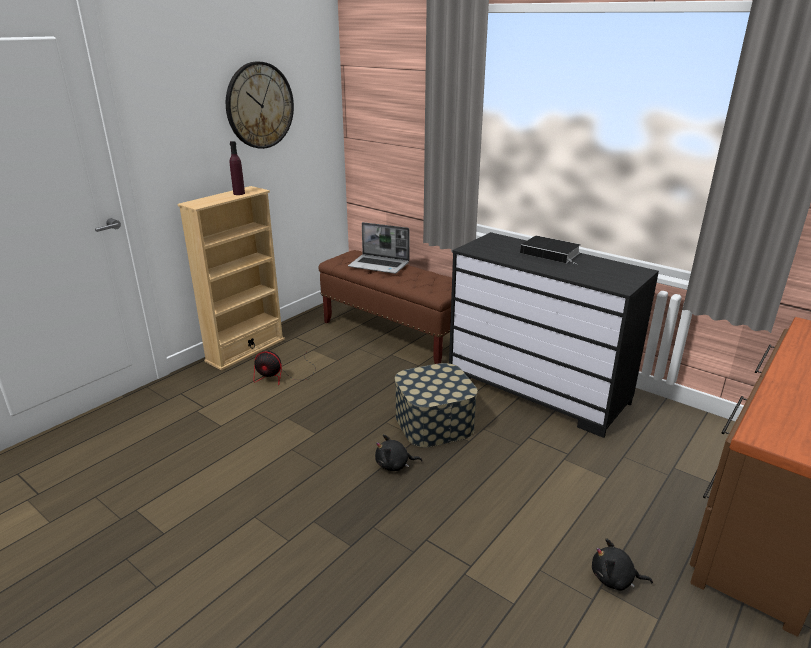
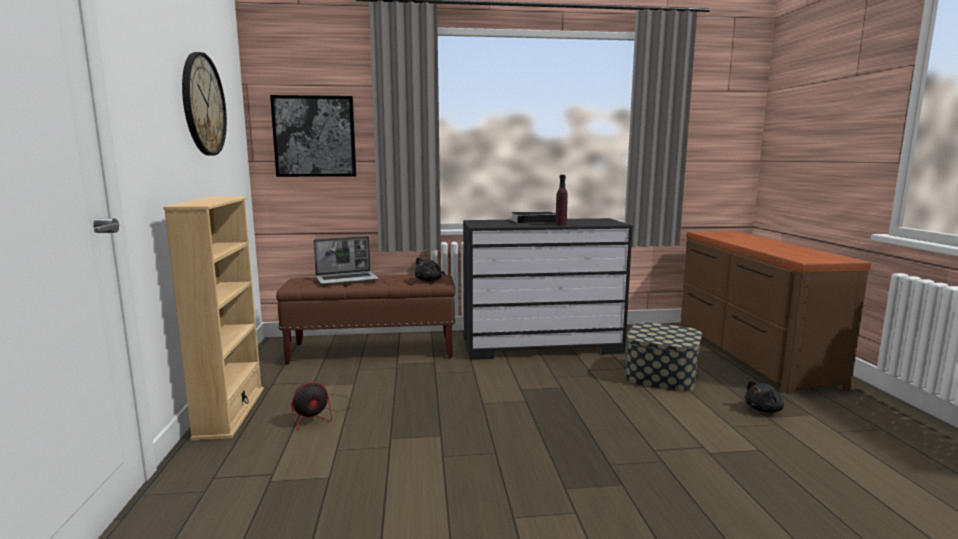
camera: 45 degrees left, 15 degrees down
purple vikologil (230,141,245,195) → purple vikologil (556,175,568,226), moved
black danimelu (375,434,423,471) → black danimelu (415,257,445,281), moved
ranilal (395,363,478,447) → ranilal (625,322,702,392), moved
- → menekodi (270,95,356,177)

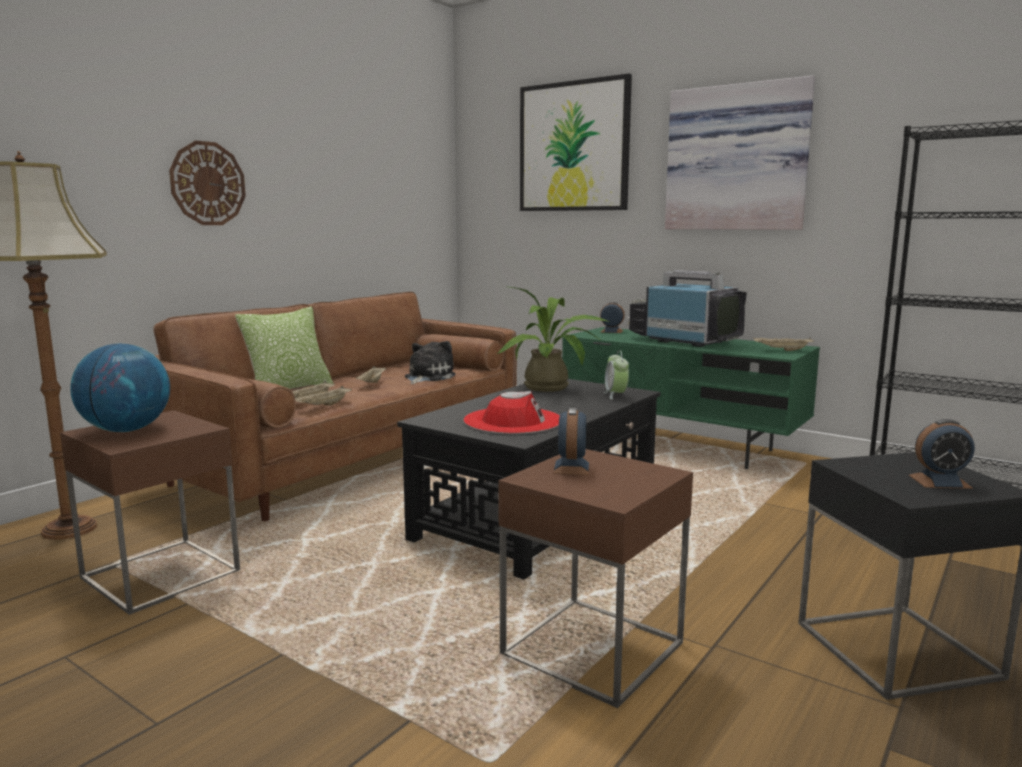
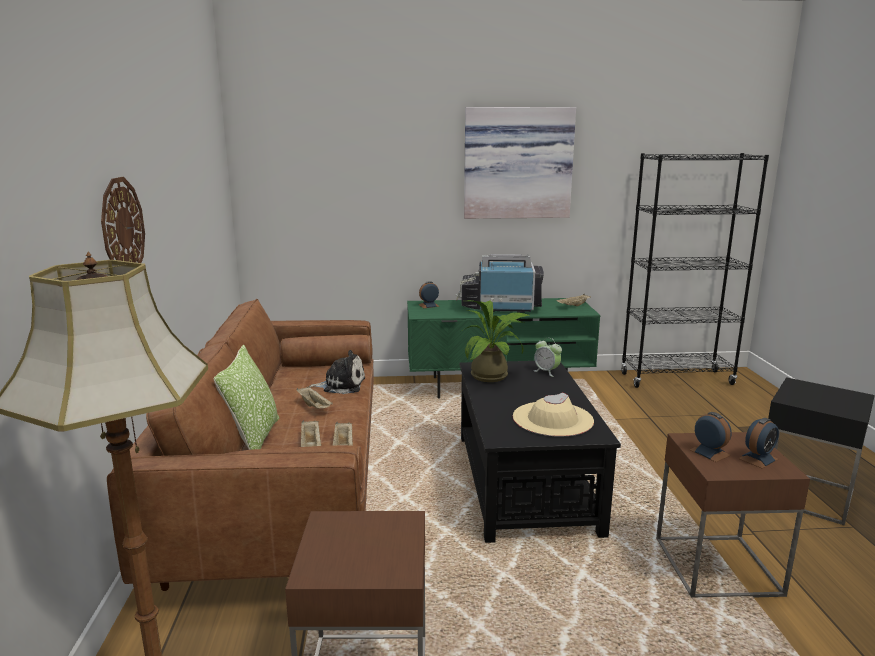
camera: 40 degrees left, 5 degrees up
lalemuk (70,344,170,432) → -
danimelu (405,341,456,384) → danimelu (309,350,365,394), 105 degrees clockwise
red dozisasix (463,391,560,434) → beige dozisasix (513,392,594,437)
menekodi (520,74,632,211) → -
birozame (909,419,975,489) → birozame (739,418,779,469), moved

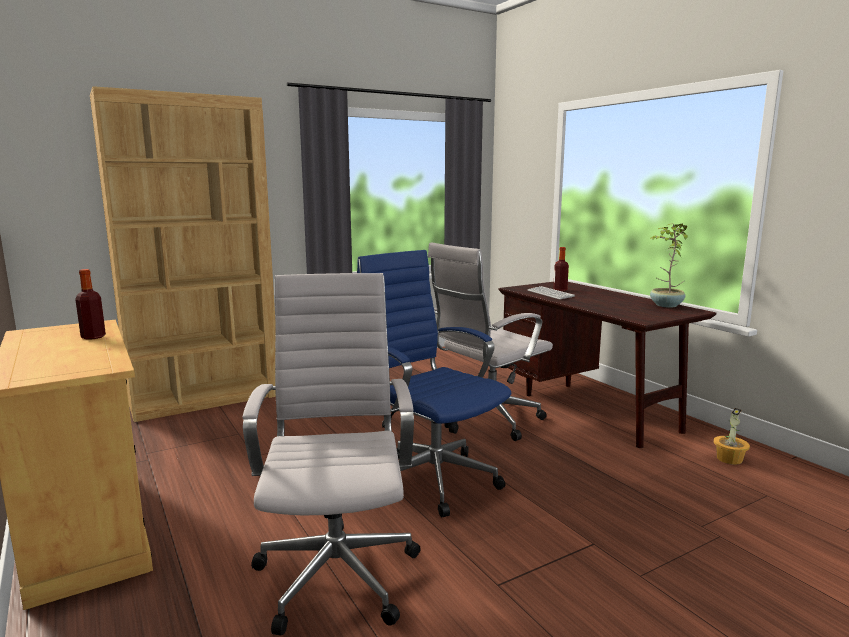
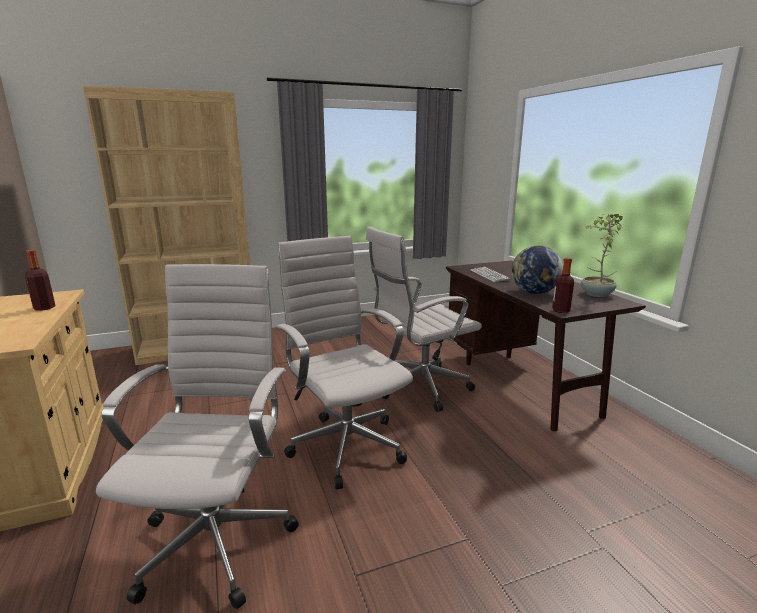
camera: 10 degrees right, 5 degrees up
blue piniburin (357,250,511,517) → white piniburin (276,236,413,489)
vikologil (553,247,569,291) → vikologil (552,258,574,313), moved
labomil (714,408,750,465) → -
- → lalemuk (512,246,563,294)

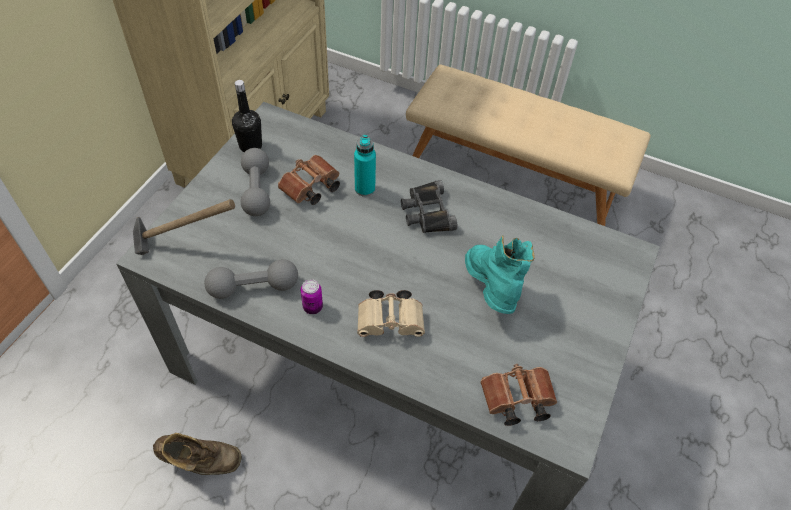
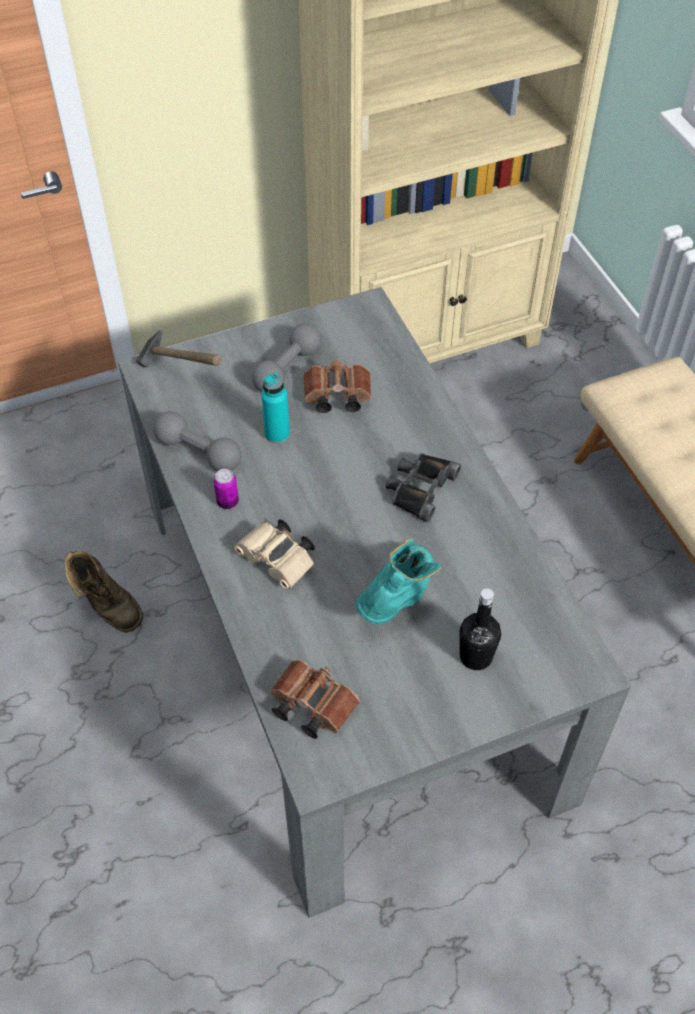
camera: 45 degrees right, 0 degrees up
black vikologil (232,80,262,152) → black vikologil (459,589,501,670), moved
turquoise vikologil (354,135,376,197) → turquoise vikologil (261,372,290,444), moved

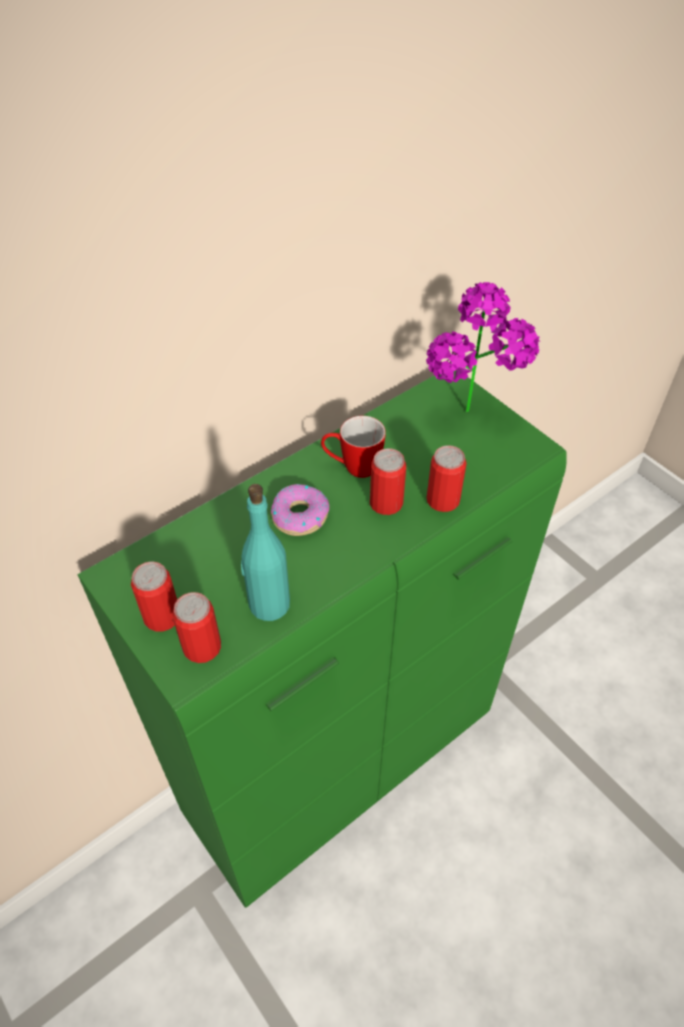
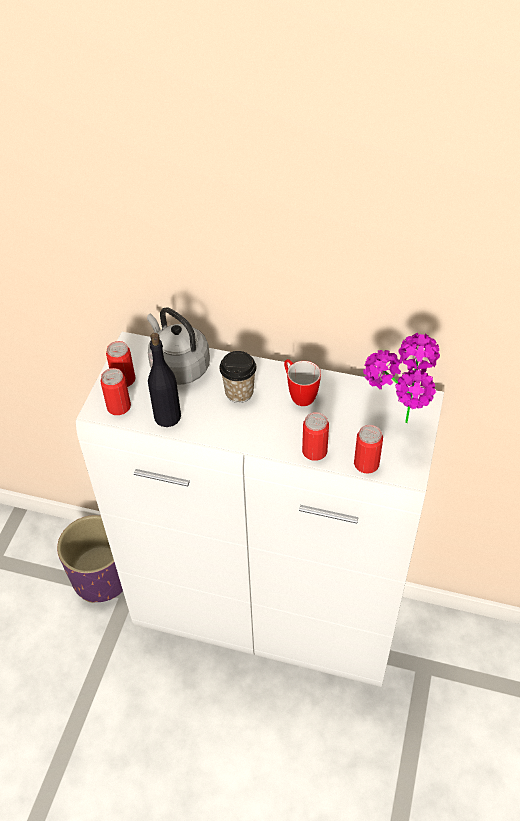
camera: 55 degrees right, 0 degrees up
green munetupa (77,371,567,908) → white munetupa (76,332,444,687)
turquoise vikologil (241,484,290,621) → black vikologil (148,333,181,427)
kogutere (271,484,329,536) → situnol (219,351,257,403)
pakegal (370,448,406,515) → pakegal (354,425,383,474), moved
- → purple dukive (57,515,123,603)
- → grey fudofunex (147,307,210,385)

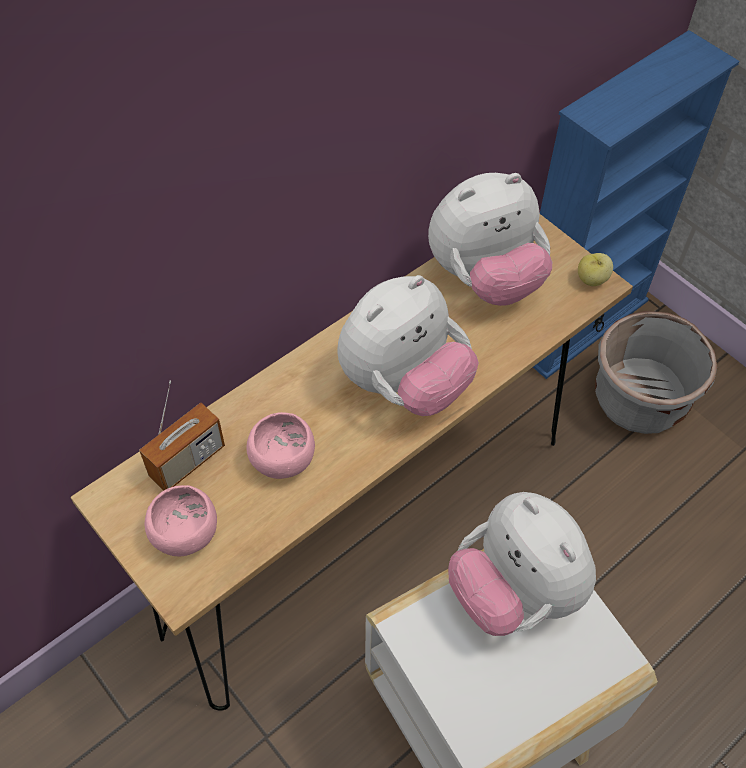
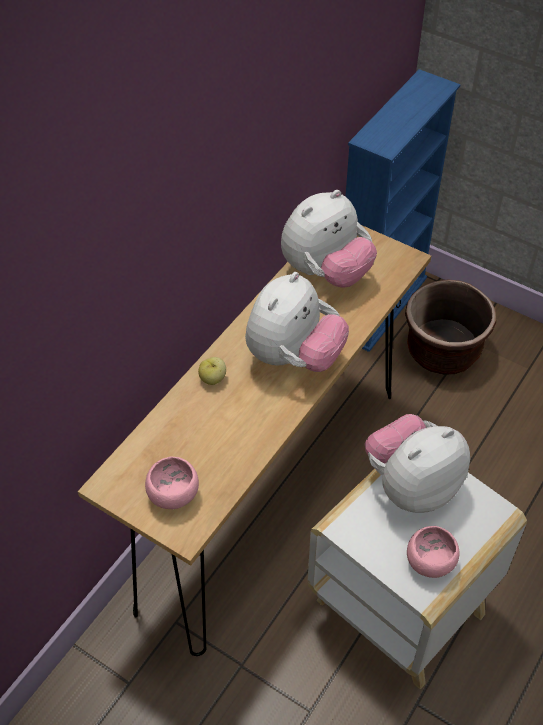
camera: 15 degrees left, 5 degrees down
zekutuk (139,380,225,491) → -
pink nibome (247,412,315,479) → pink nibome (407,526,459,578), moved
danimelu (448,492,596,636) → danimelu (365,414,470,513), 105 degrees clockwise
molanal (578,253,613,286) → molanal (198,357,226,385), moved
grey dukive (595,311,717,434) → brown dukive (405,279,496,375)

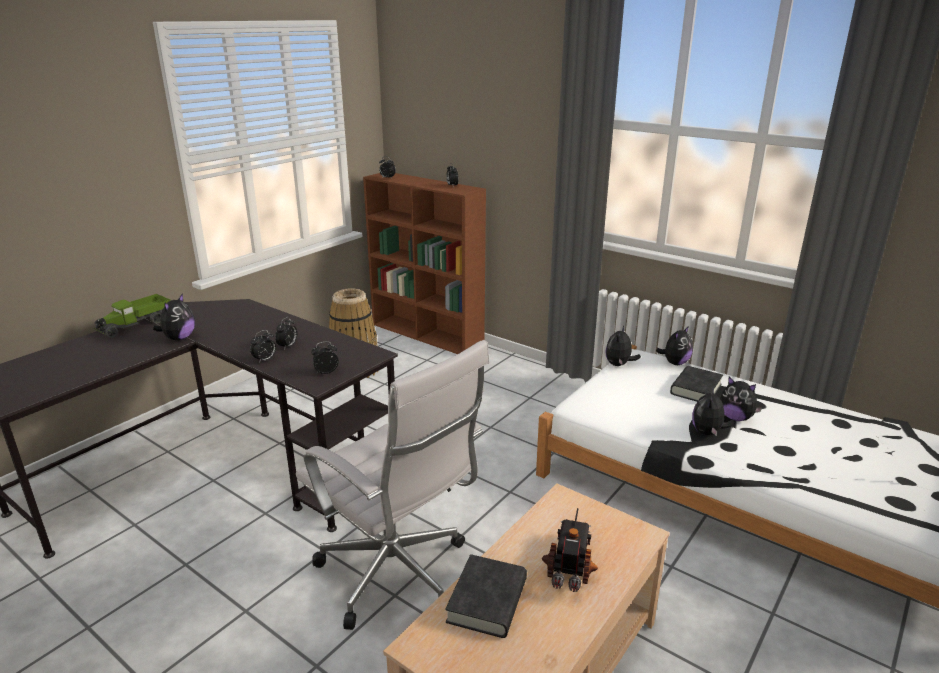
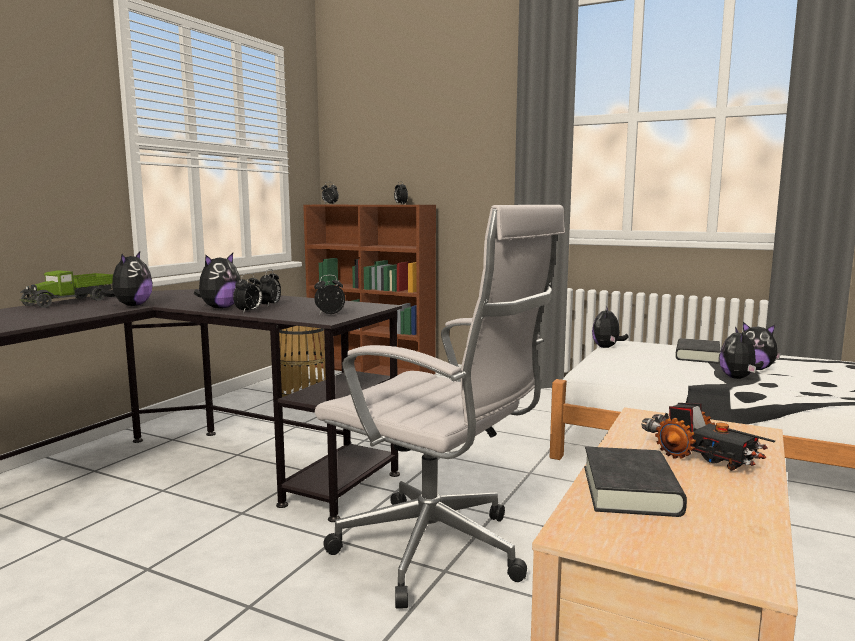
camera: 10 degrees left, 15 degrees down
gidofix (542,508,598,592) → gidofix (641,403,775,471), 135 degrees clockwise
danimelu (656,326,693,365) → danimelu (194,253,241,309), moved

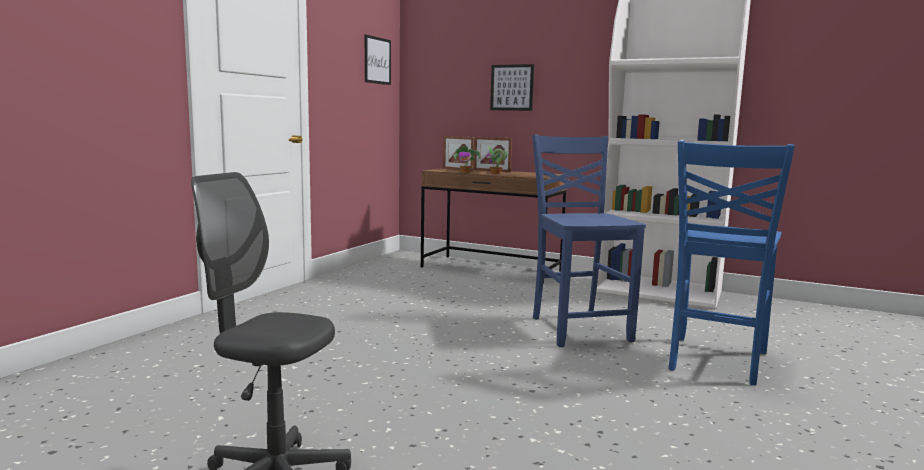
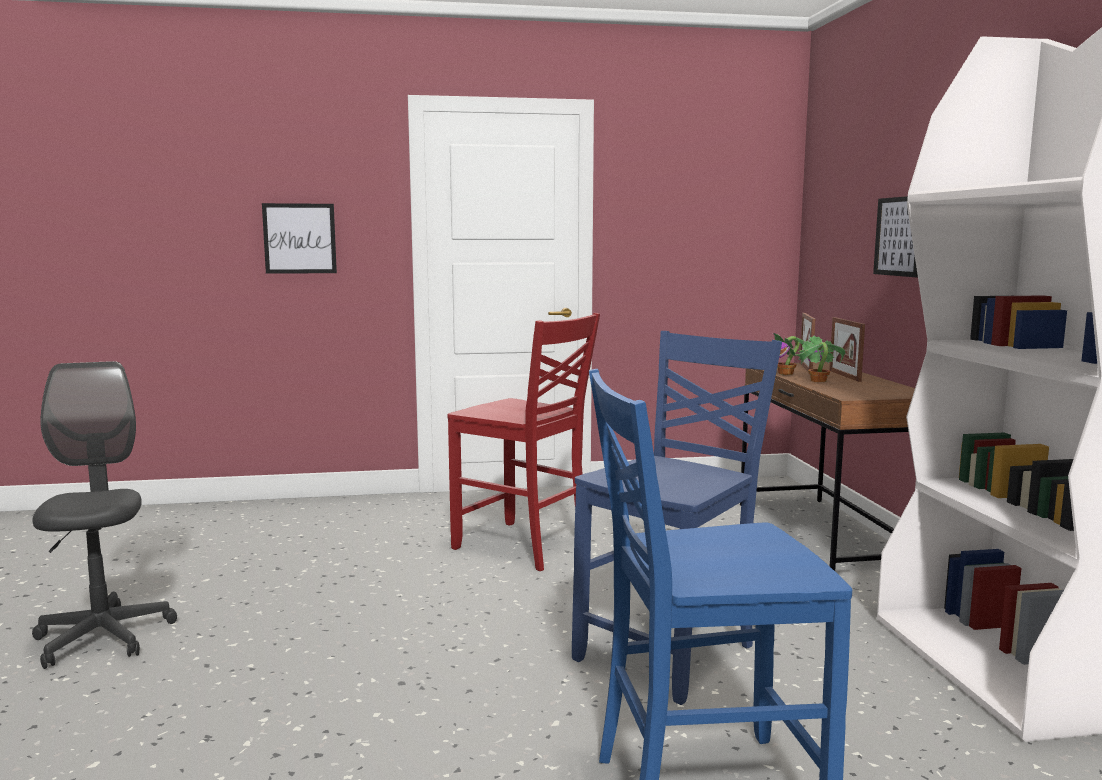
camera: 55 degrees right, 0 degrees up
menekodi (365,34,391,85) → menekodi (262,203,337,274), moved
- → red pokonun (447,313,600,571)

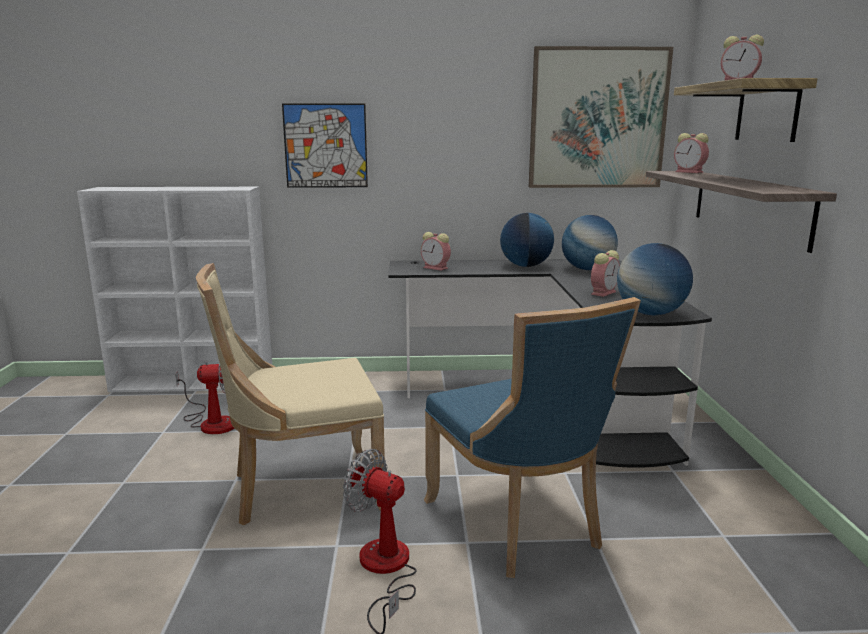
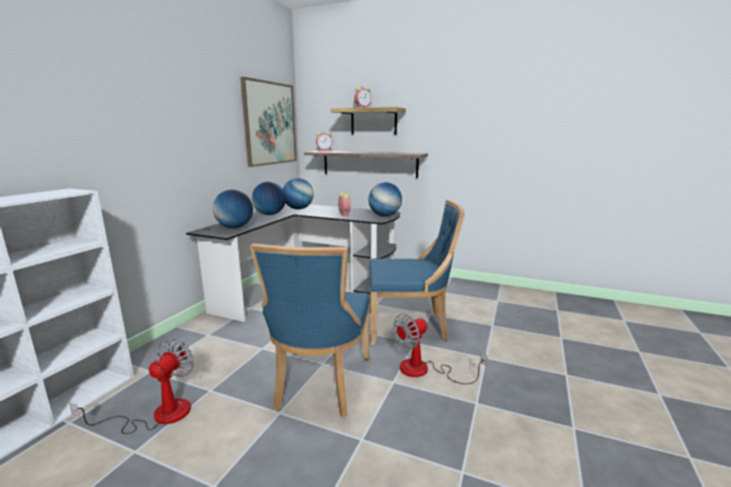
camera: 65 degrees left, 0 degrees up
beige pokonun (196,263,385,525) → blue pokonun (250,243,370,418)
menekodi (282,103,368,188) → -
birozame (421,232,451,271) → lalemuk (213,190,253,228)

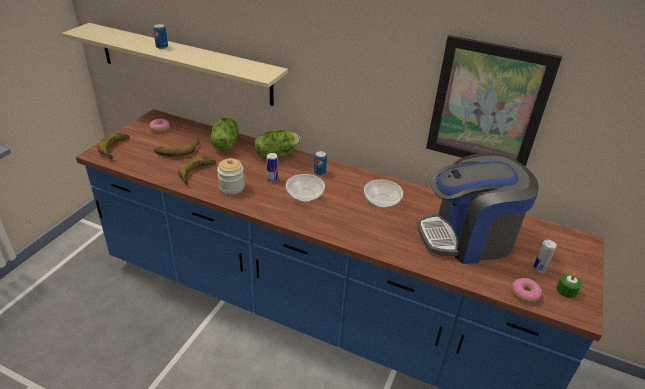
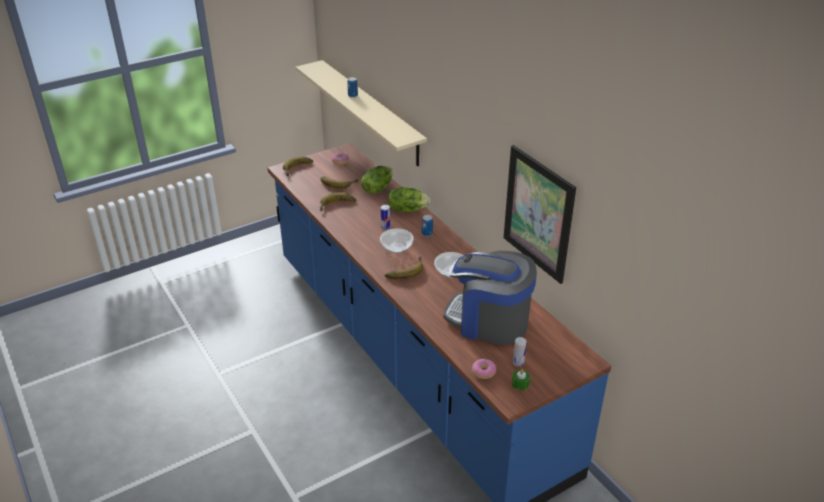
camera: 35 degrees right, 0 degrees up
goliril (217,158,244,195) → -
- → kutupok (385,257,423,280)

